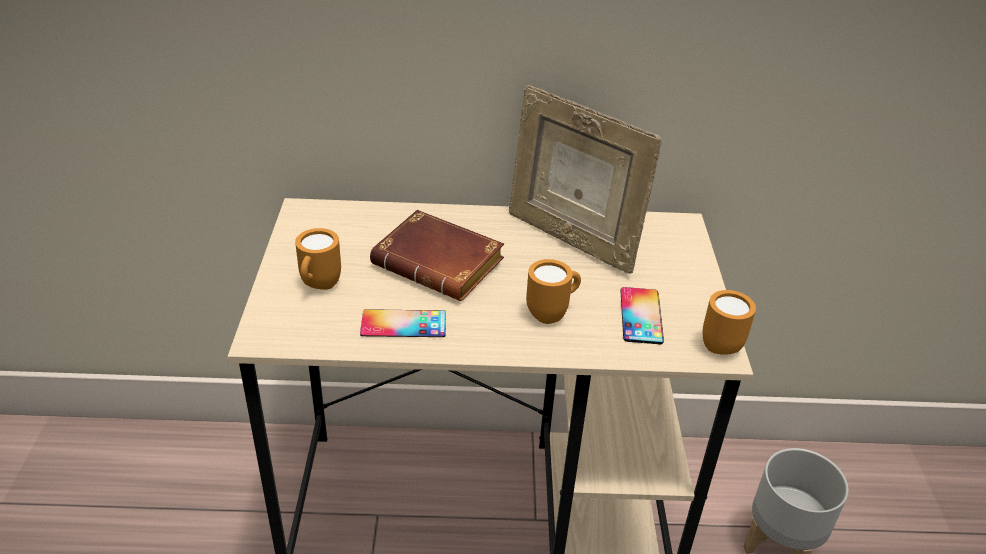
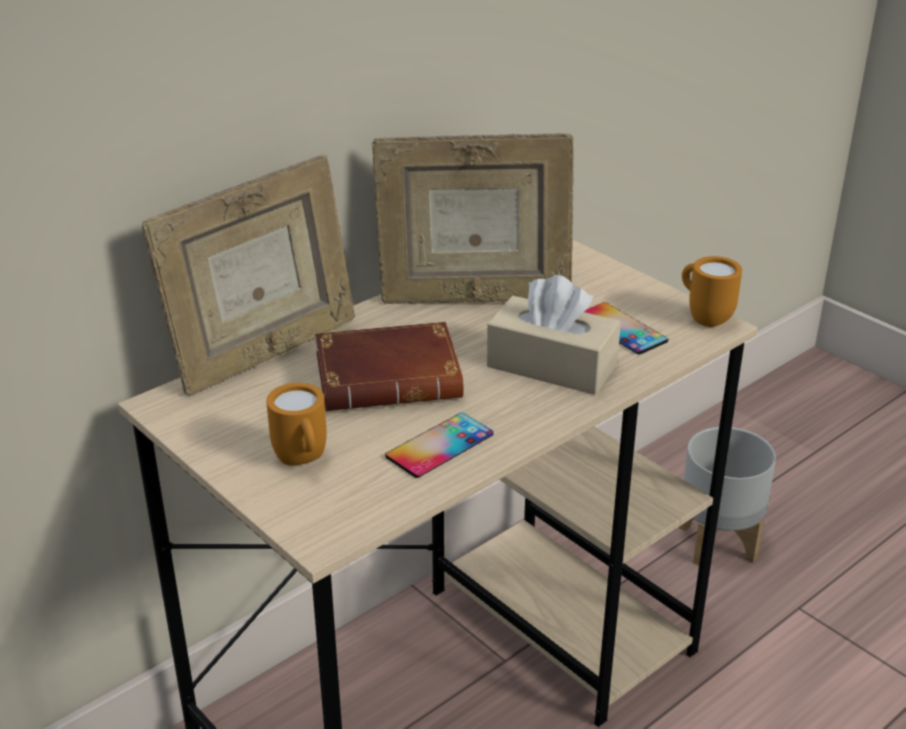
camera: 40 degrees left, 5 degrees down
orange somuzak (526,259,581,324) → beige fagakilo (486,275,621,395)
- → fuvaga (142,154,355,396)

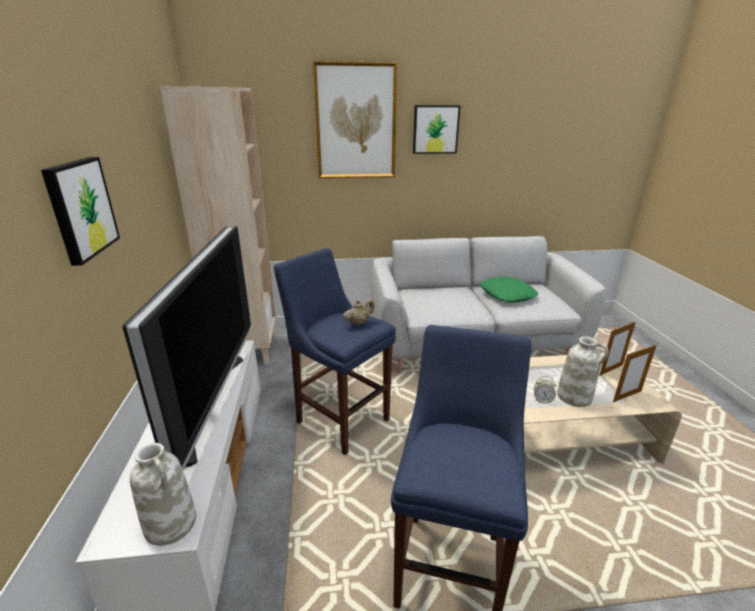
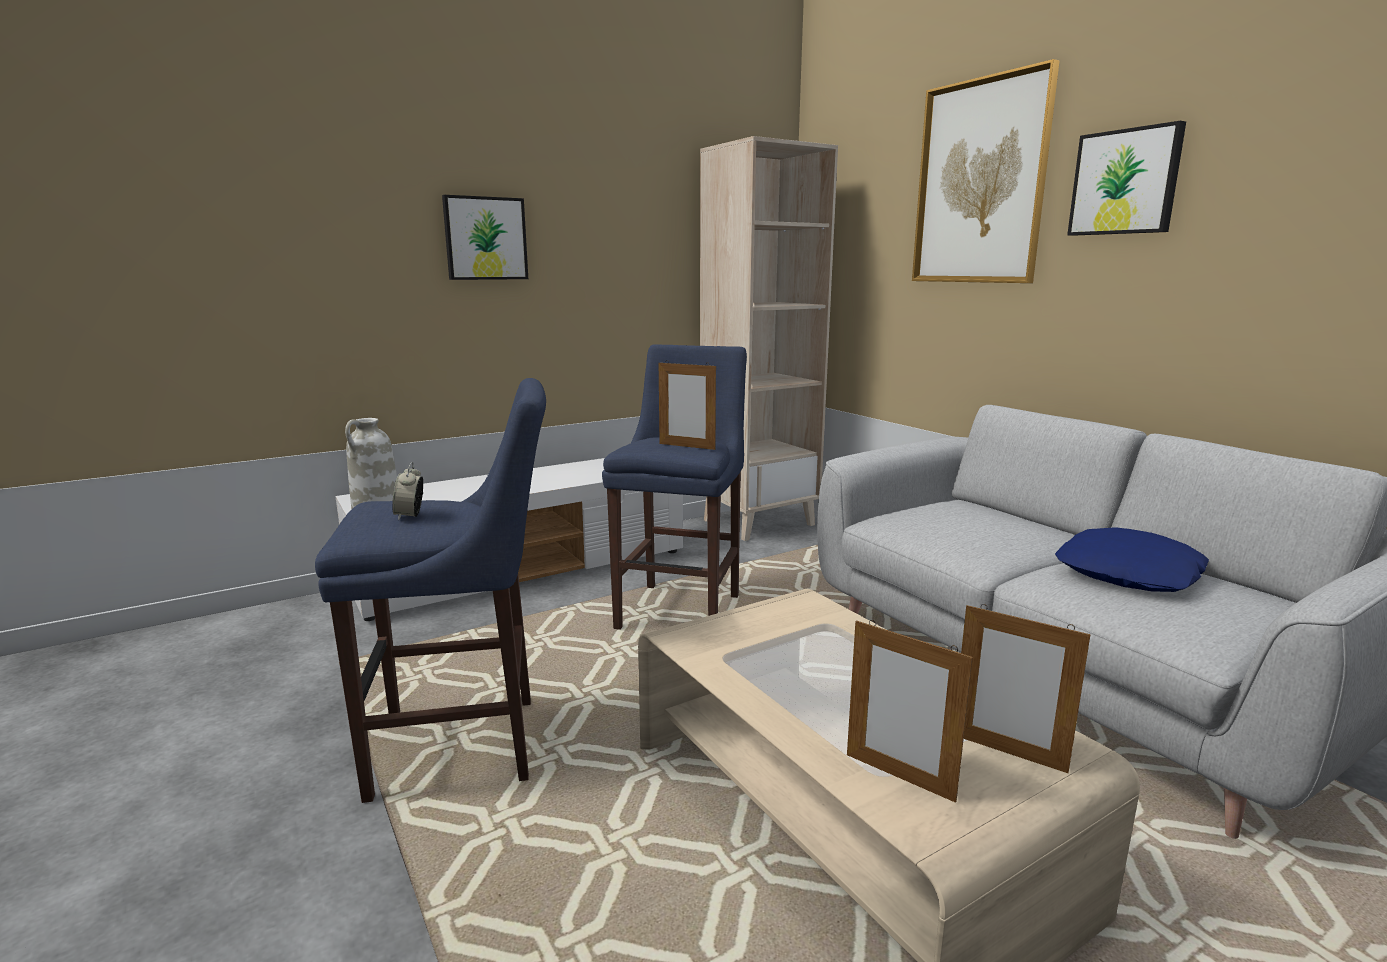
camera: 65 degrees right, 10 degrees down
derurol (122,226,251,471) → -
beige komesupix (343,299,375,326) → fuvaga (659,360,716,450)
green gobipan (480,277,538,302) → blue gobipan (1055,527,1209,592)
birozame (534,376,557,404) → birozame (392,462,423,520), moved
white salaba (557,336,609,407) → -

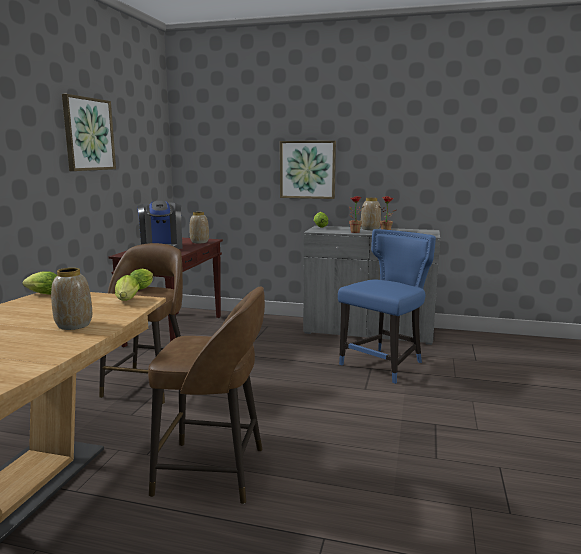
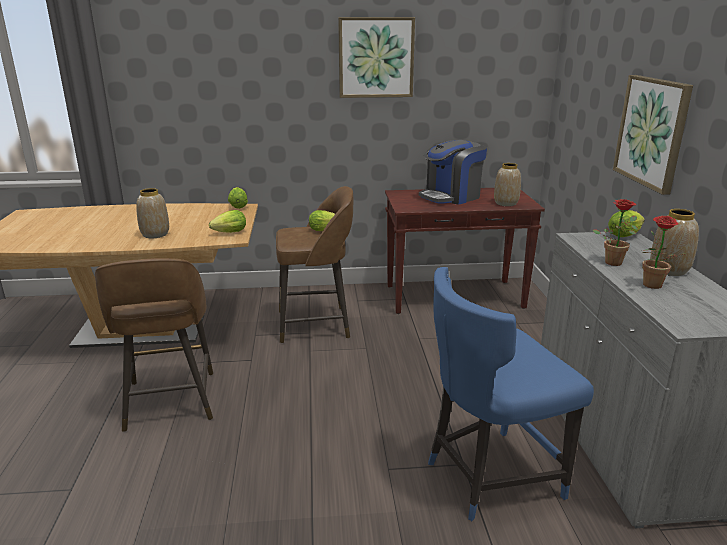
camera: 70 degrees right, 10 degrees up
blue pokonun (338,229,436,384) → blue pokonun (428,267,594,521), 135 degrees clockwise

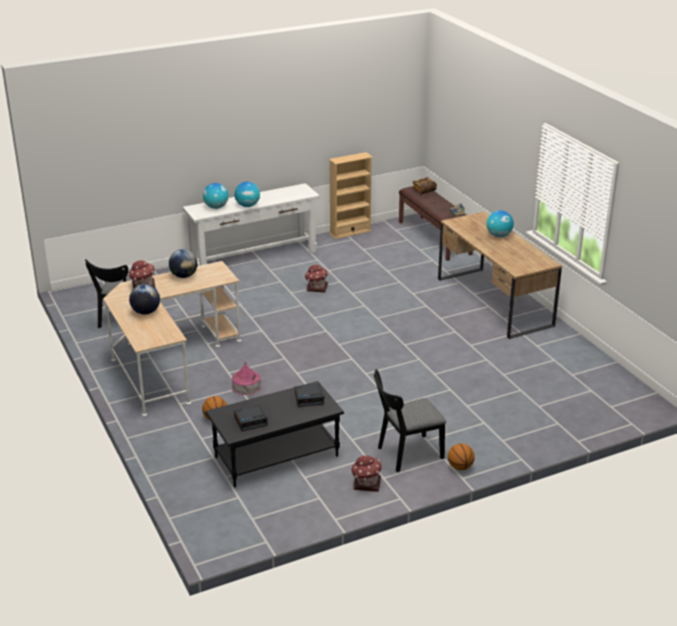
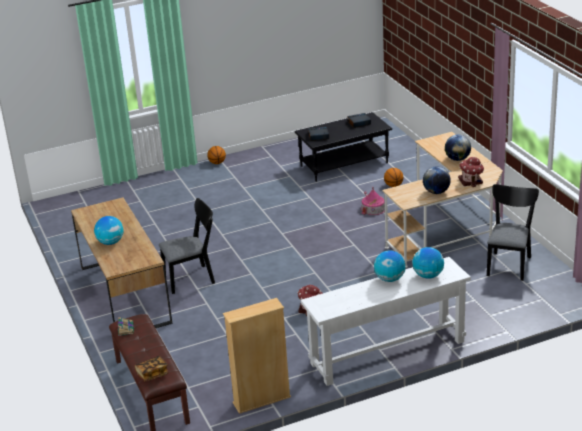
camera: 175 degrees left, 0 degrees up
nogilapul (351,455,382,492) → -
black pokonun (374,369,446,472) → black pokonun (159,198,215,294), moved

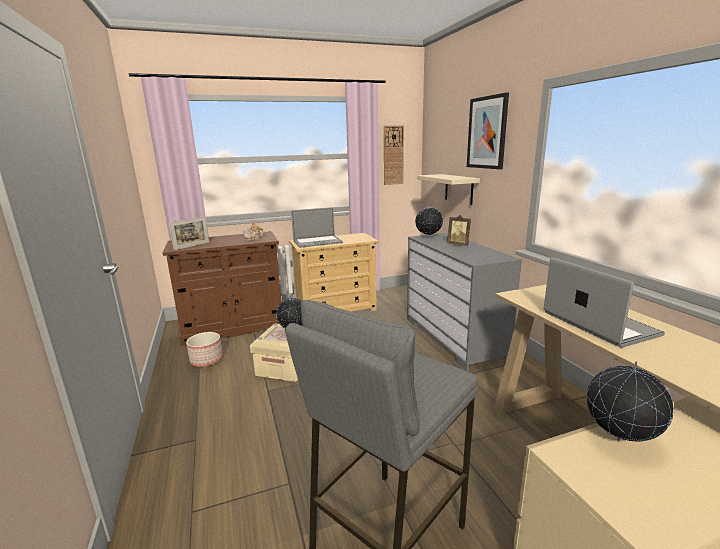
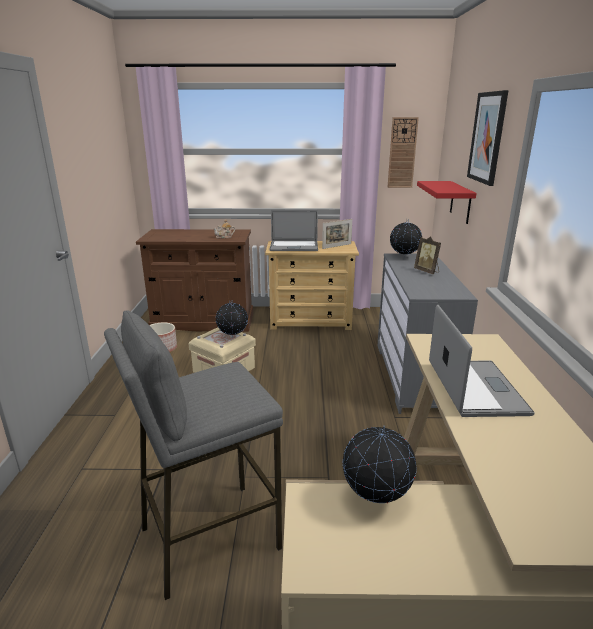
camera: 20 degrees right, 5 degrees up
fuvaga (169,216,209,250) → fuvaga (322,219,352,249), moved
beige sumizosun (417,174,480,205) → red sumizosun (417,181,476,224)

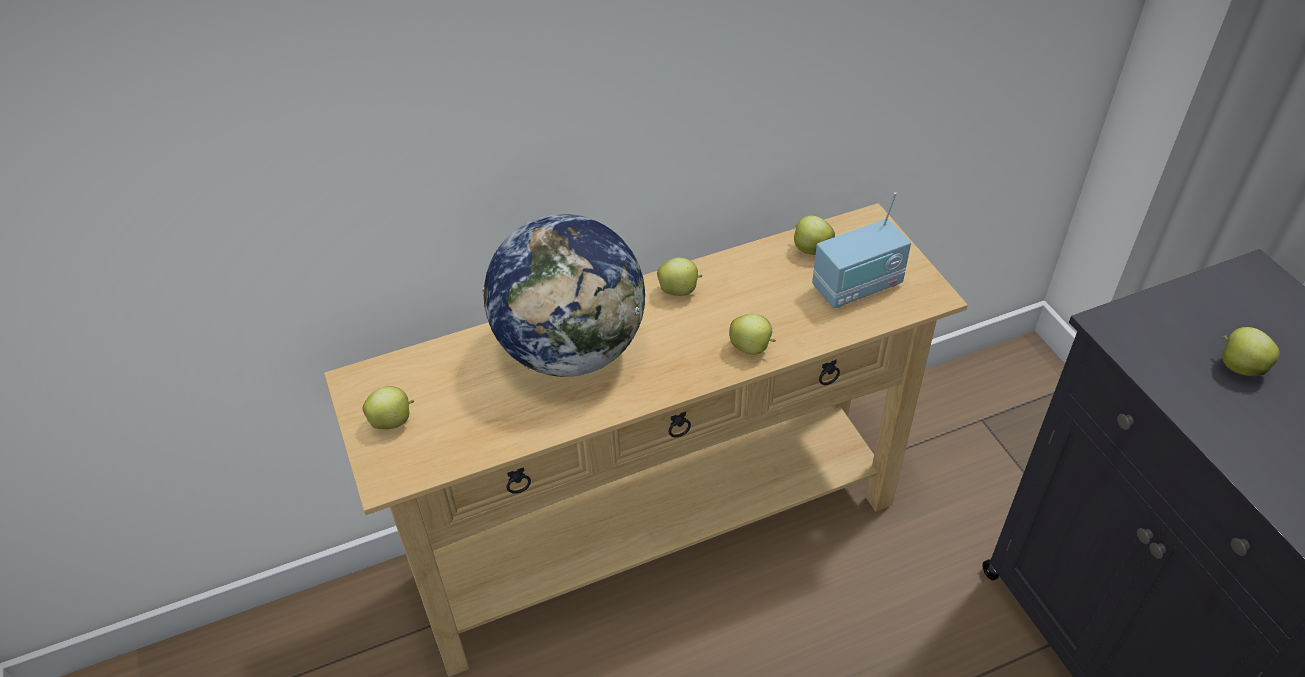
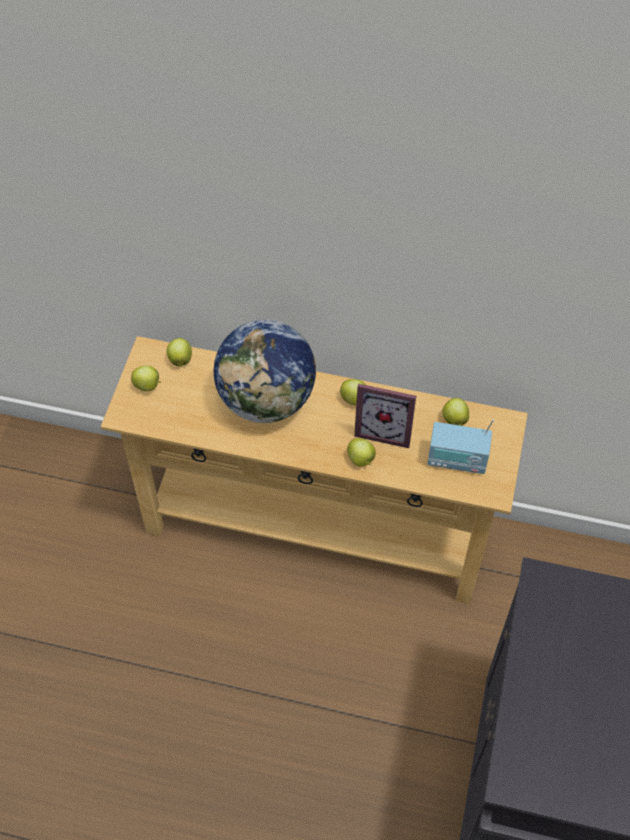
camera: 35 degrees right, 10 degrees up
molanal (1222,327,1280,376) → molanal (167,338,192,366), moved
- → fuvaga (354,384,416,448)

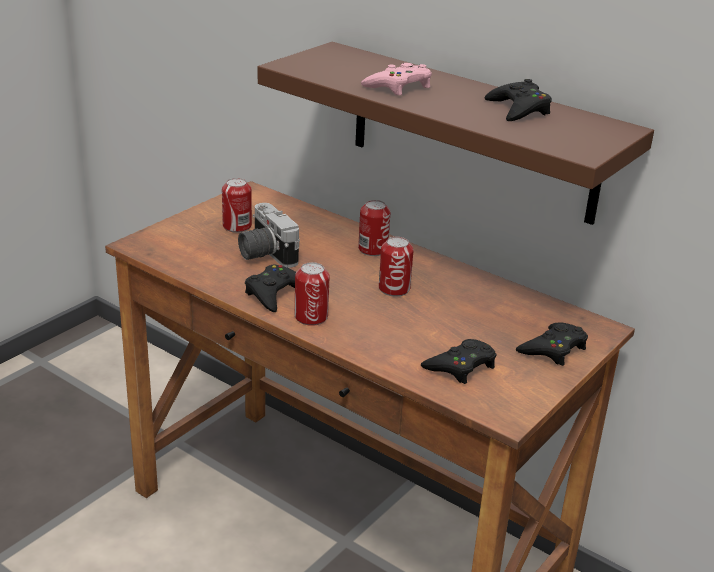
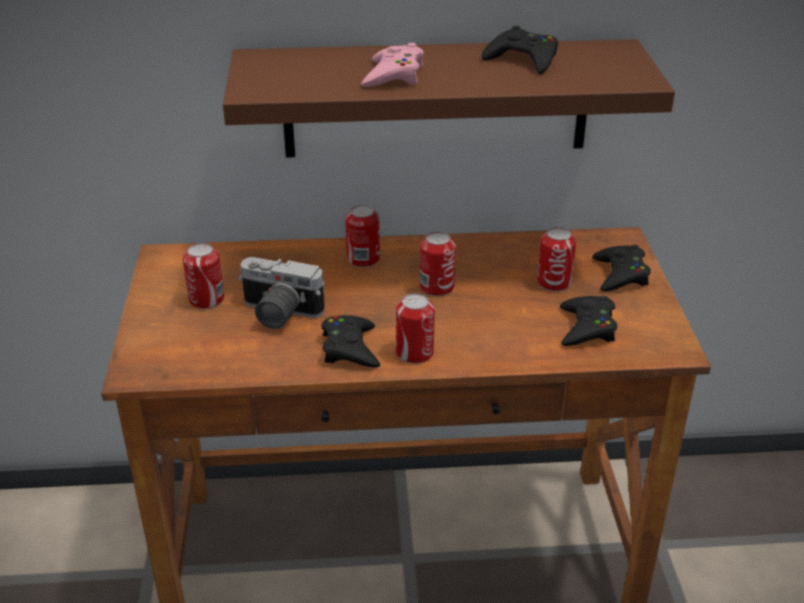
camera: 40 degrees left, 5 degrees up
- → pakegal (537,227,576,292)

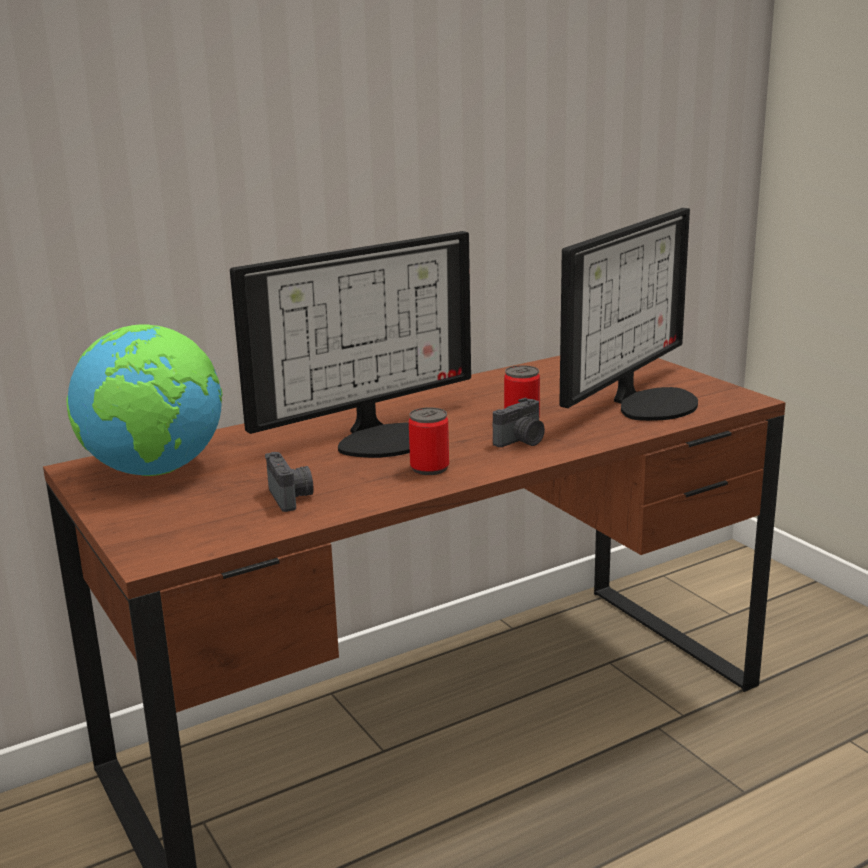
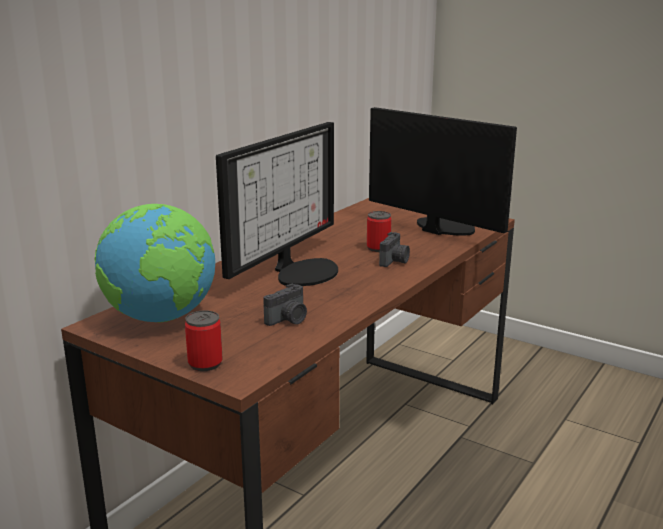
camera: 25 degrees left, 0 degrees up
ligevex (265,452,314,512) → ligevex (263,283,307,326), 90 degrees clockwise
pakegal (409,407,449,475) → pakegal (185,310,223,371), moved
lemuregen (559,208,698,421) → lemuregen (369,107,517,236), 60 degrees counterclockwise

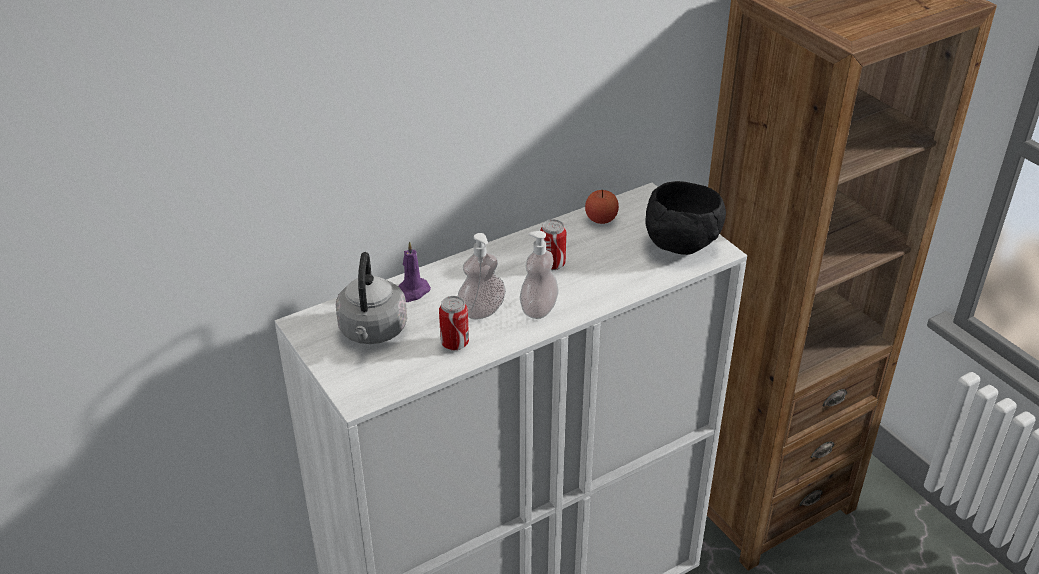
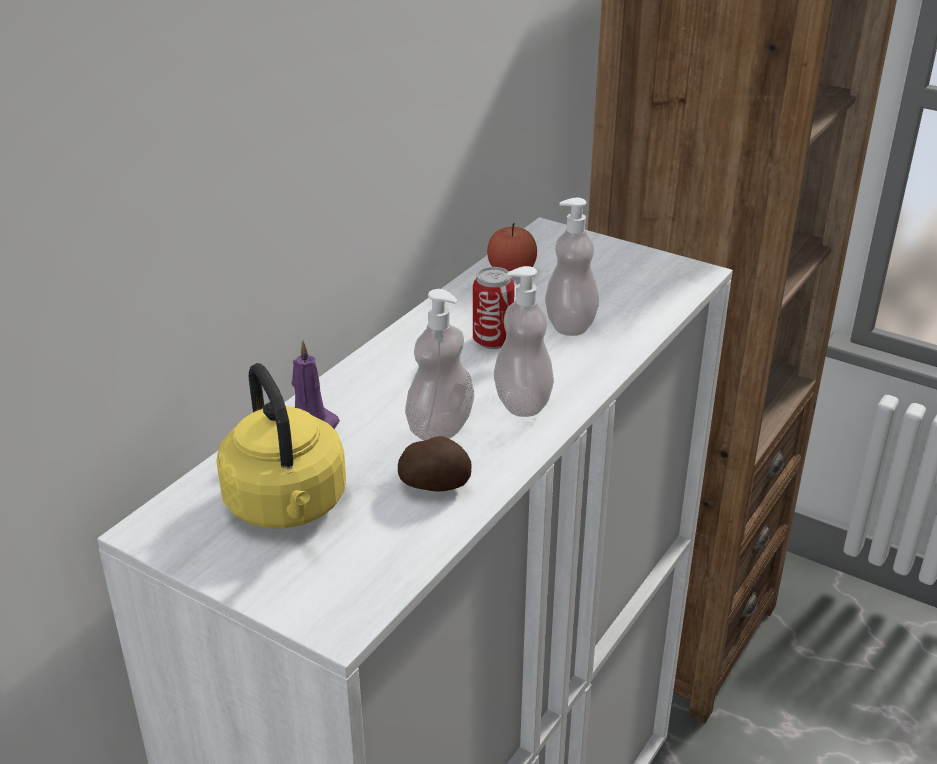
camera: 25 degrees left, 5 degrees down
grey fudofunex (336,252,407,344) → yellow fudofunex (216,363,346,528)
pakegal (439,296,469,350) → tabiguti (398,436,472,492)
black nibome (645,181,726,255) → -
- → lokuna (545,198,599,336)

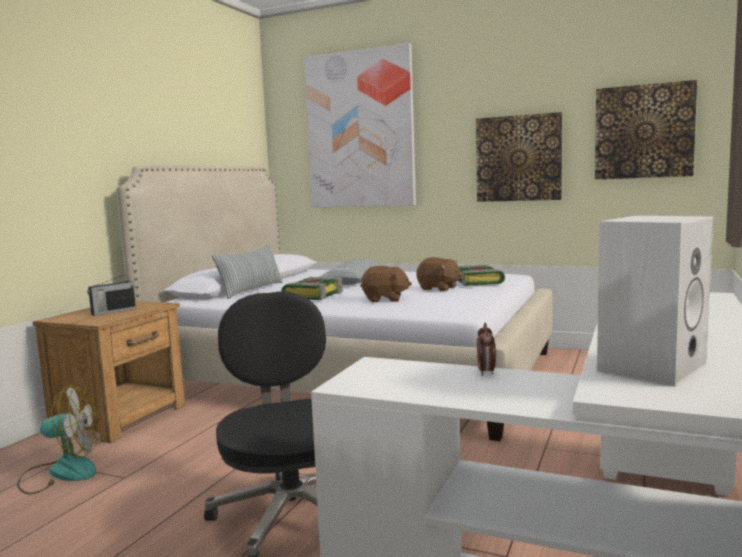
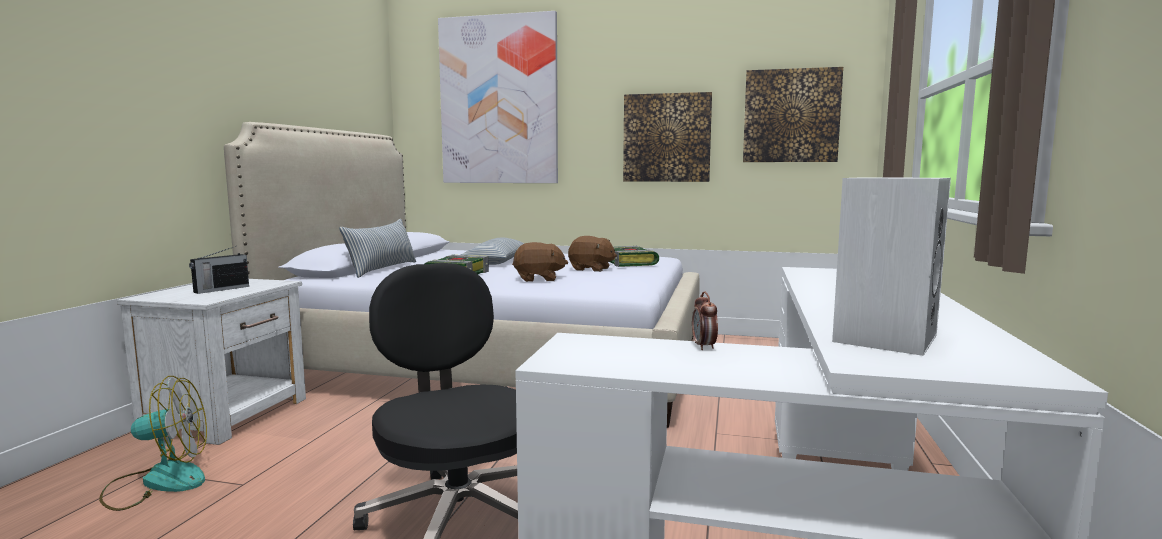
camera: 10 degrees left, 0 degrees up
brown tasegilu (33,301,185,443) → white tasegilu (117,279,306,445)

